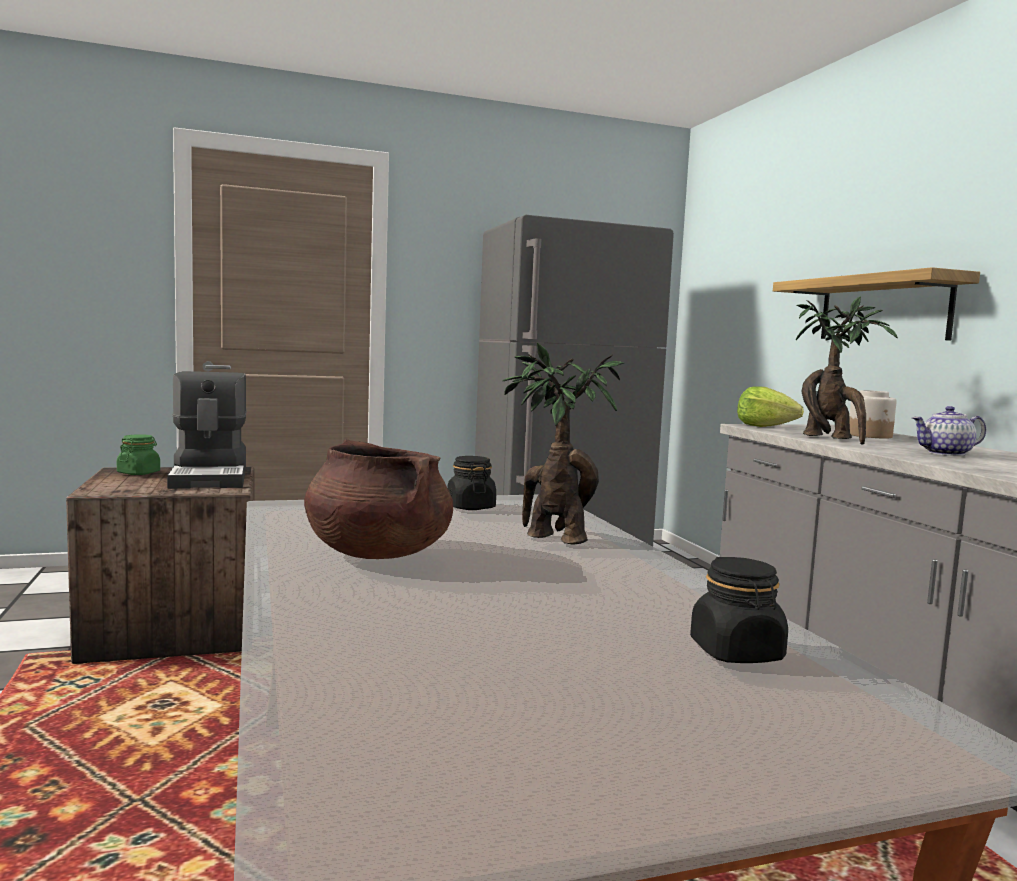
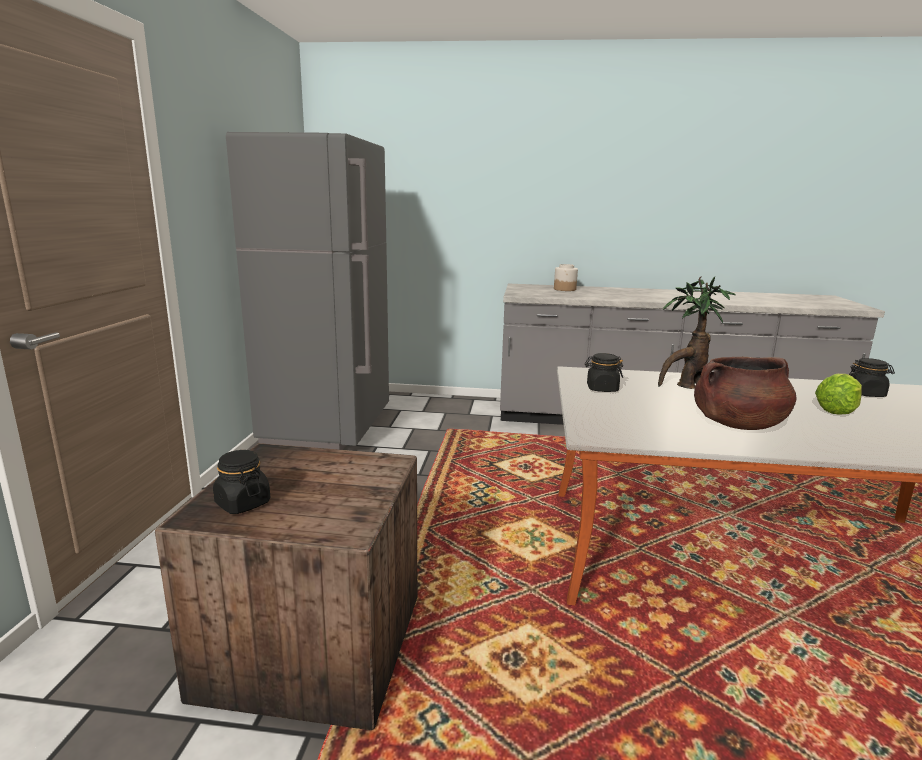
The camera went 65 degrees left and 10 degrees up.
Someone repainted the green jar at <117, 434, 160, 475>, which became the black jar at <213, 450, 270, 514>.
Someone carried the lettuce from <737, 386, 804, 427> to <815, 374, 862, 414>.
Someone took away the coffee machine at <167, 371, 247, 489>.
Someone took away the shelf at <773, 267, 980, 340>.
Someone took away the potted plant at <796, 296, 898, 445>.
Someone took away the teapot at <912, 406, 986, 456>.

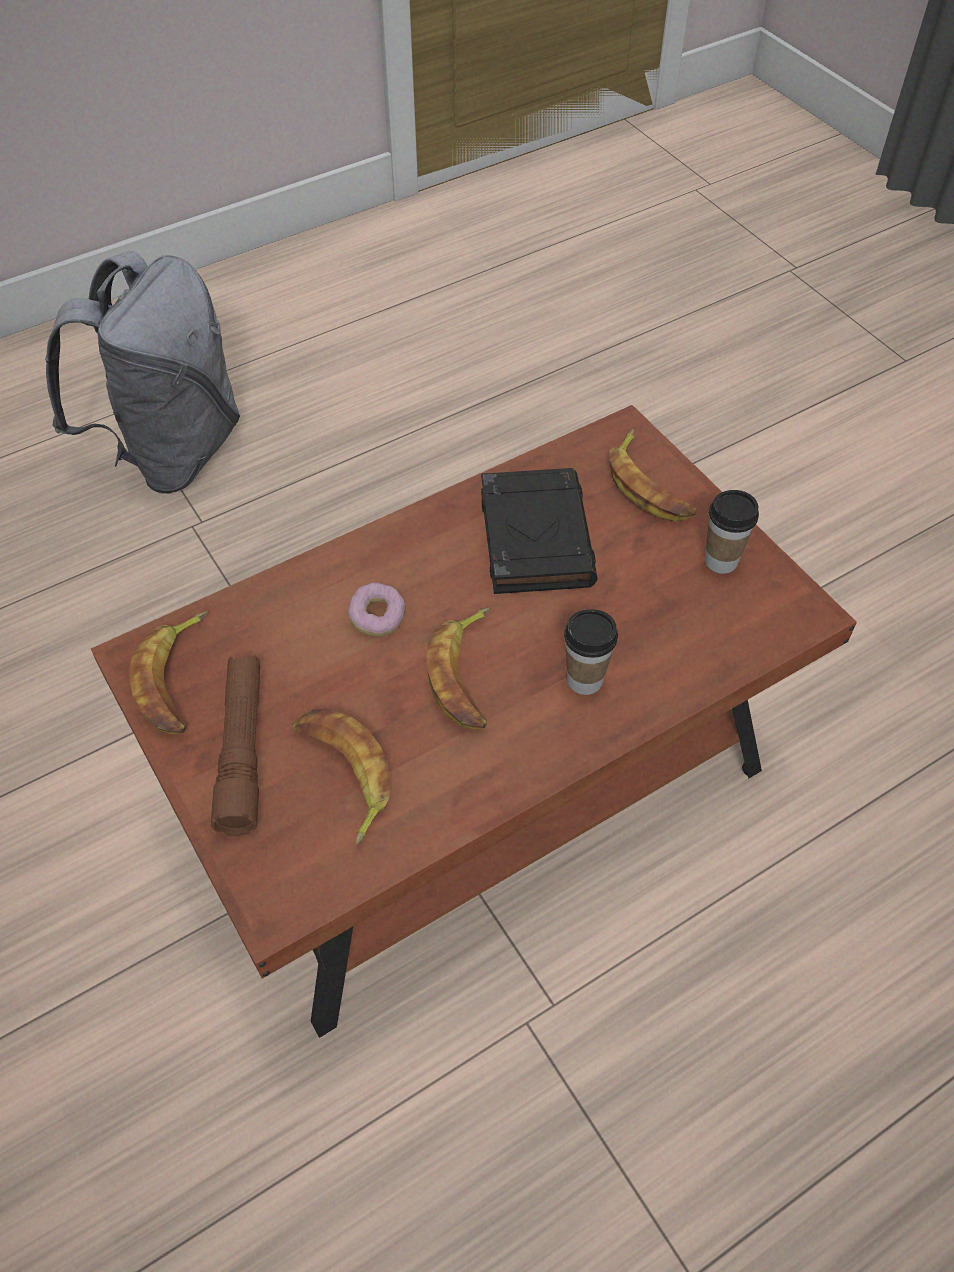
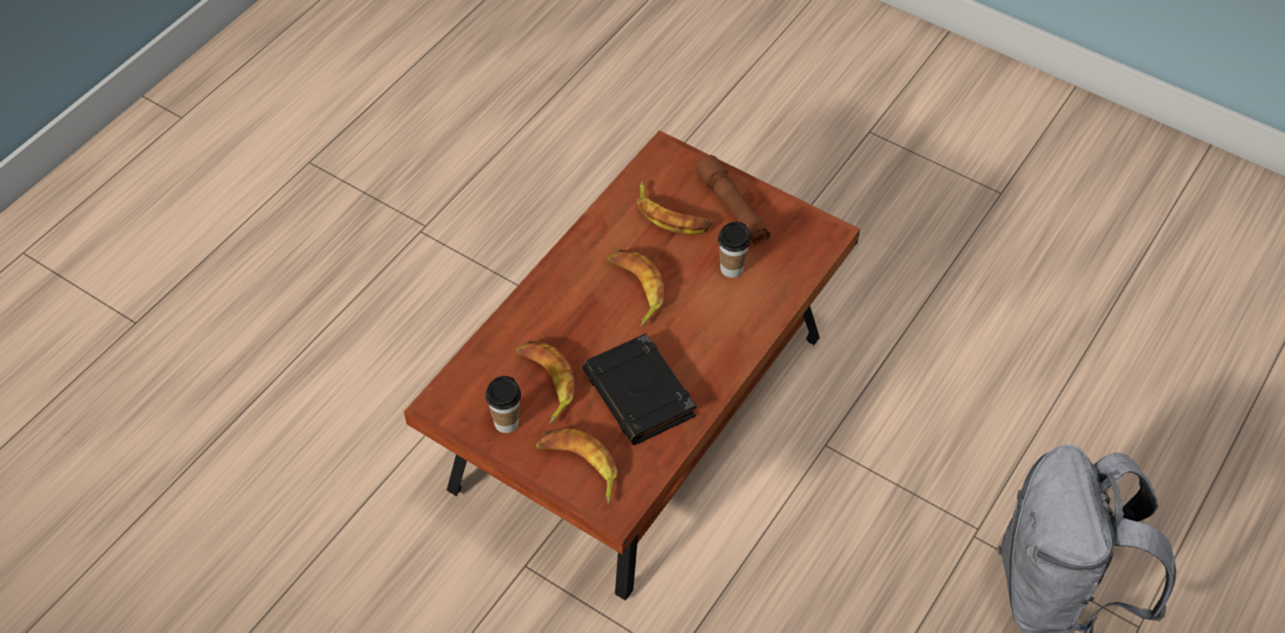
The camera went 155 degrees right and 0 degrees up.
Someone carried the banana from <129, 611, 208, 734> to <516, 341, 574, 424>.
Someone carried the cup from <564, 609, 618, 695> to <718, 222, 751, 278>.
Someone took away the donut at <348, 583, 405, 637>.

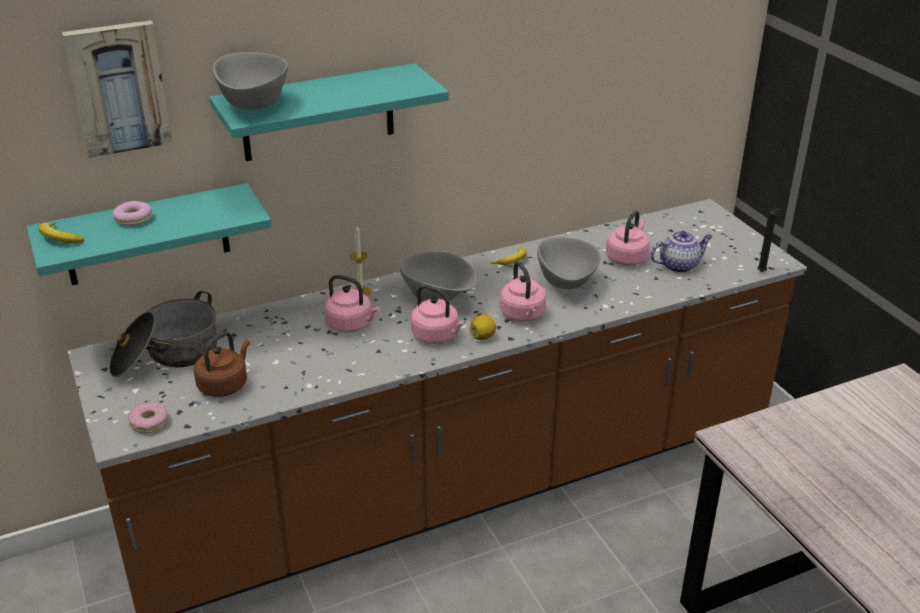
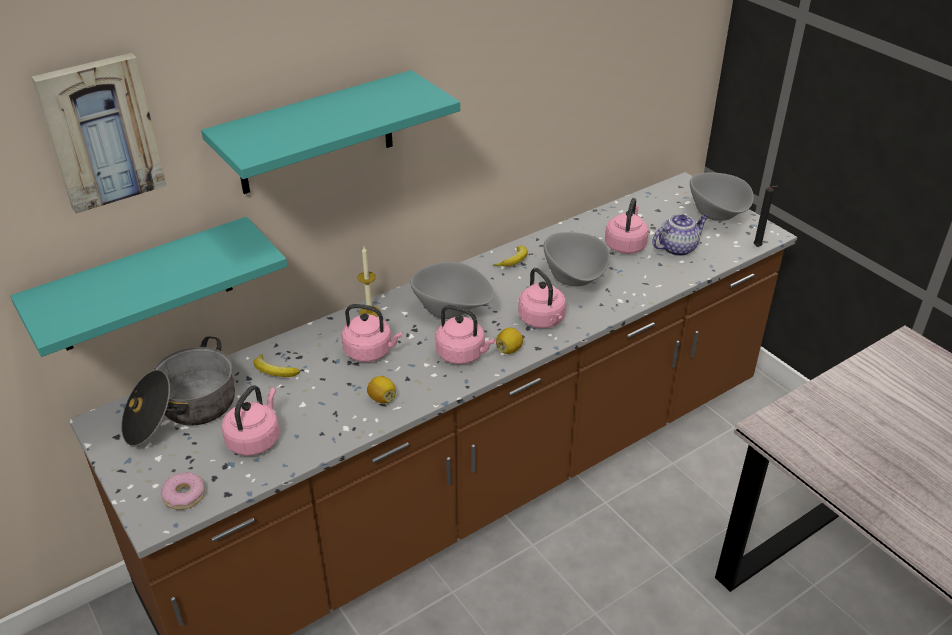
The camera went 10 degrees left and 5 degrees up.
Someone repainted the brown kettle at <194, 331, 250, 397>, which became the pink kettle at <222, 385, 279, 456>.
Someone carried the banana from <39, 222, 84, 244> to <254, 354, 300, 377>.
Someone put down the lemon at <367, 376, 396, 403>.
Someone carried the grey bowl from <213, 52, 288, 110> to <690, 173, 754, 221>.
Someone took away the donut at <112, 201, 152, 226>.

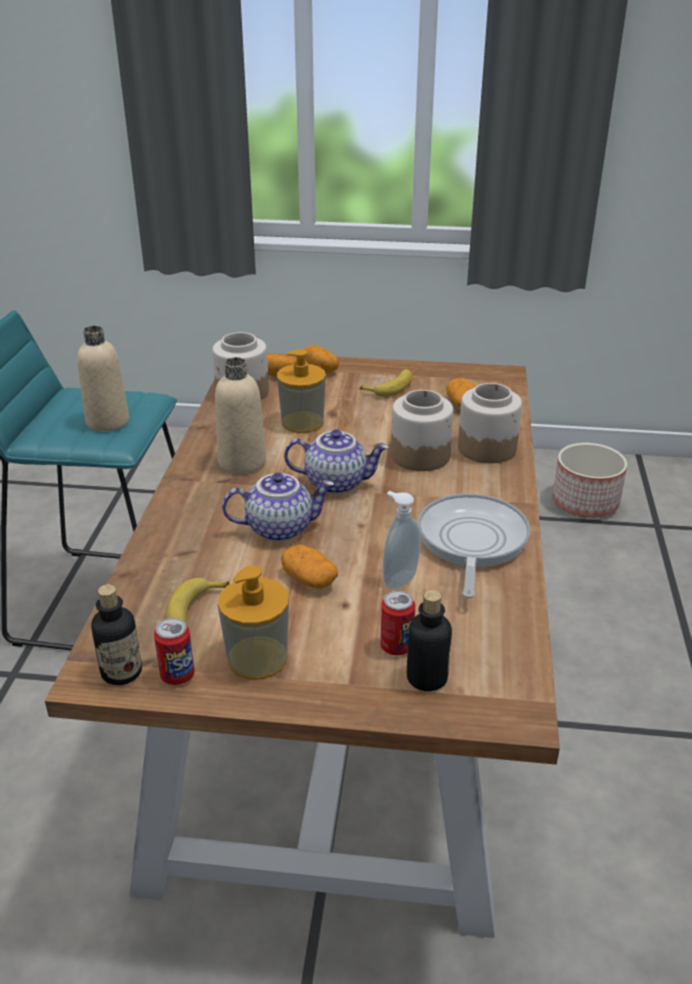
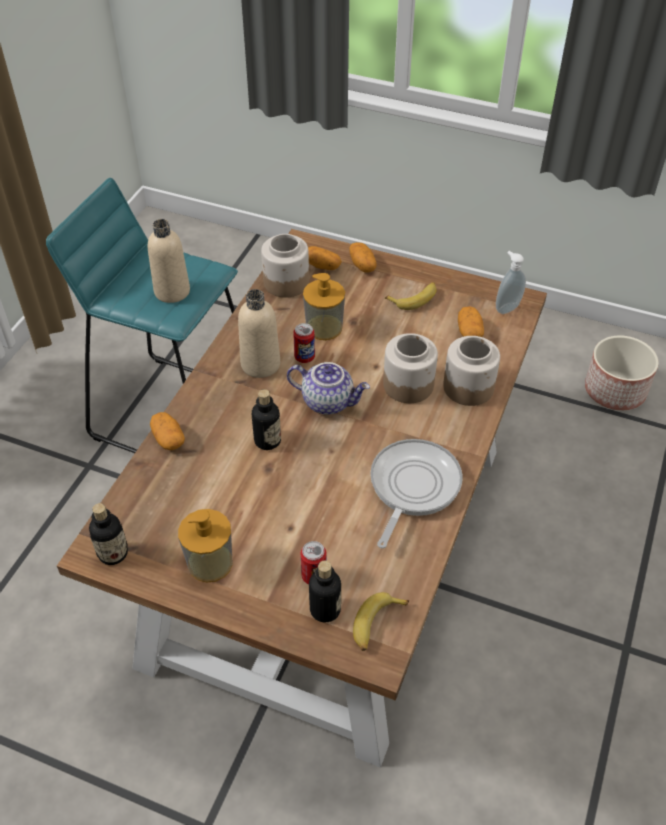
The camera went 15 degrees right and 15 degrees up.
Someone carried the potato from <281, 545, 338, 589> to <150, 412, 185, 450>.
Someone swapped the teapot at <222, 473, 334, 542> for the bottle at <252, 389, 281, 450>.
Someone carried the can from <154, 618, 194, 685> to <293, 323, 315, 363>.
Someone carried the banana from <166, 578, 229, 623> to <353, 592, 409, 651>.
Someone carried the soap dispenser from <383, 491, 421, 590> to <496, 251, 526, 314>.

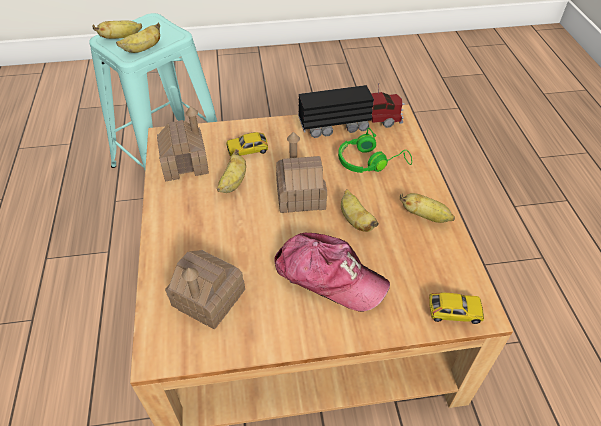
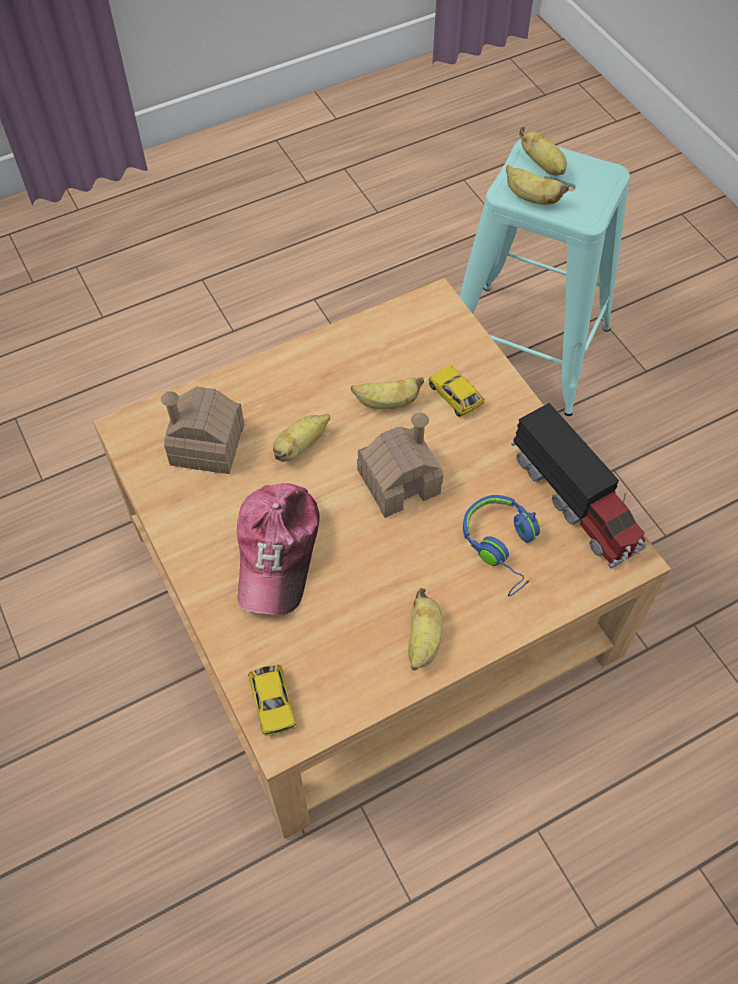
The camera went 70 degrees right and 10 degrees up.
Someone carried the banana from <341, 189, 379, 232> to <273, 414, 330, 462>.
Someone repainted the green headphones at <338, 127, 412, 173>, which became the blue headphones at <463, 495, 540, 596>.
Someone took away the toy house at <157, 106, 209, 181>.

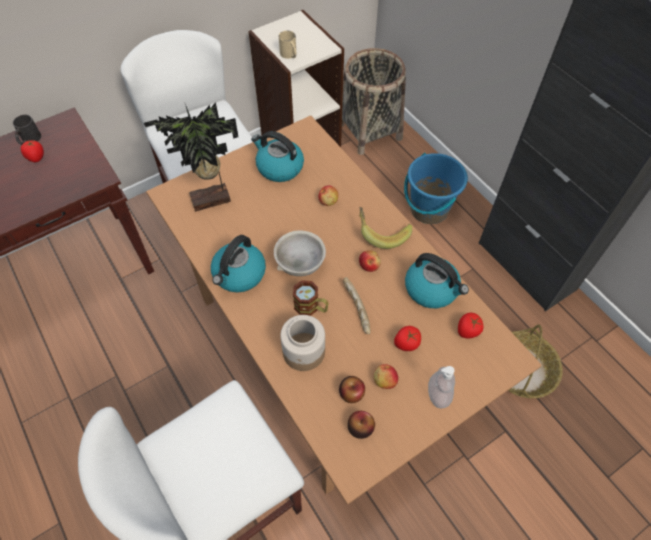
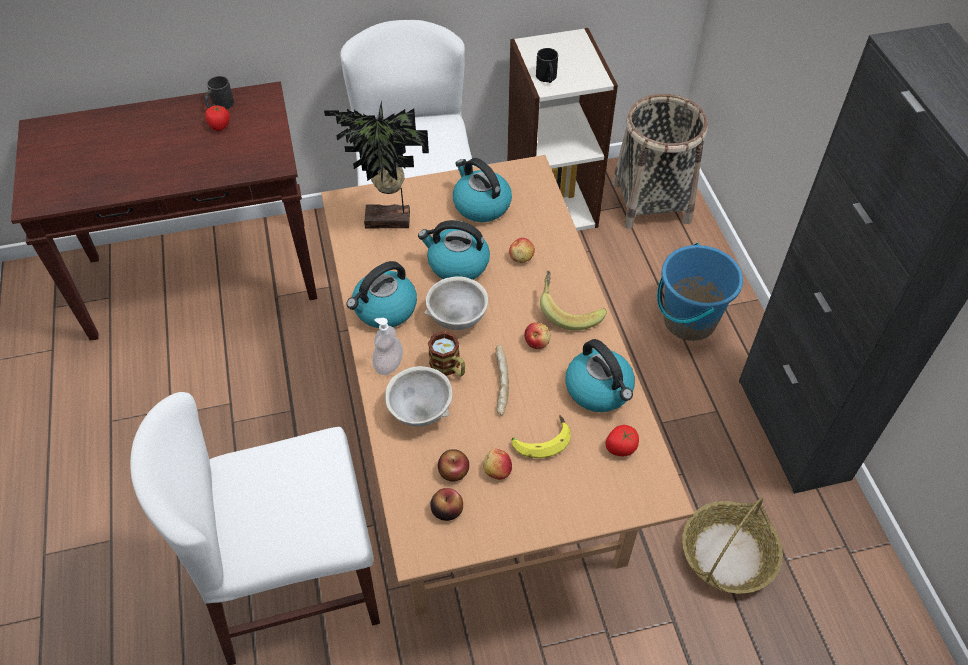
The camera went 20 degrees right and 5 degrees down.
Someone carried the soap dispenser from <428, 366, 455, 409> to <372, 318, 403, 375>.
Someone swapped the jar at <280, 315, 325, 371> for the grey bowl at <385, 366, 452, 427>.
Someone put down the kettle at <418, 220, 490, 280>.
Someone swapped the tomato at <394, 326, 421, 351> for the banana at <511, 414, 571, 458>.
Someone repainted the beige mug at <279, 31, 296, 59>, which became the black mug at <536, 48, 558, 83>.

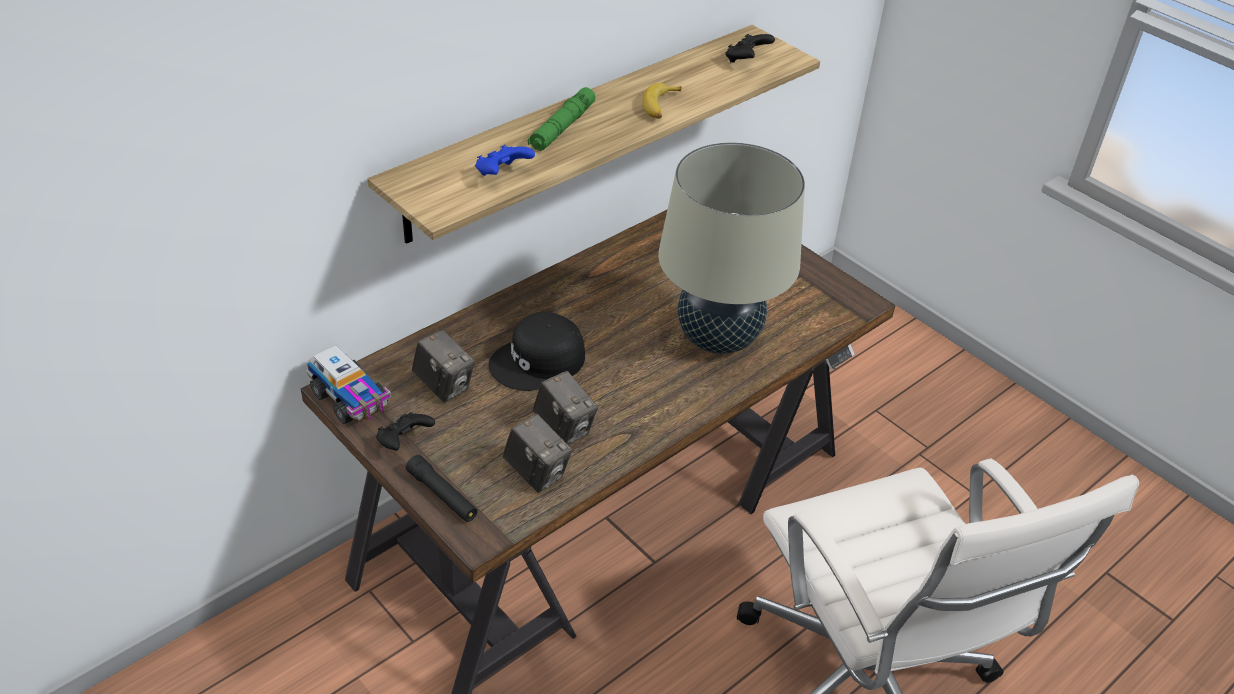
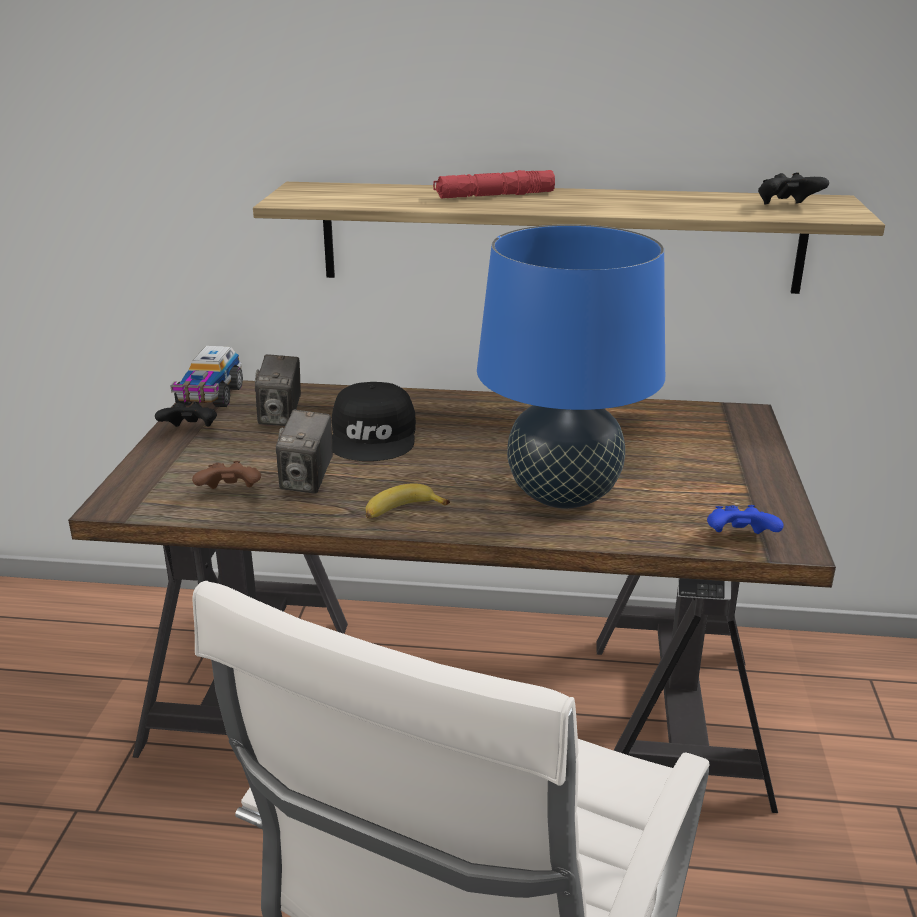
The camera went 50 degrees right and 15 degrees down.
Someone swapped the photo camera at <503, 414, 572, 493> for the brown game controller at <192, 461, 261, 489>.
Someone rotated the black cap at <489, 312, 585, 391> by 105 degrees counterclockwise.
Someone carried the banana from <642, 83, 682, 119> to <366, 483, 450, 518>.
Someone repainted the green flashlight at <528, 87, 596, 151>, which became the red flashlight at <433, 170, 555, 199>.
Someone repainted the beige table lamp at <658, 143, 805, 354>, which became the blue table lamp at <477, 224, 665, 508>.
Someone carried the blue game controller from <475, 145, 535, 176> to <707, 505, 784, 534>.
Someone took away the black flashlight at <406, 455, 478, 522>.

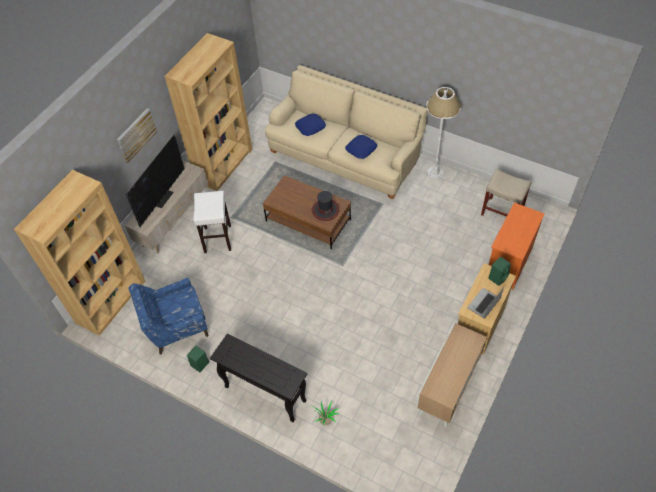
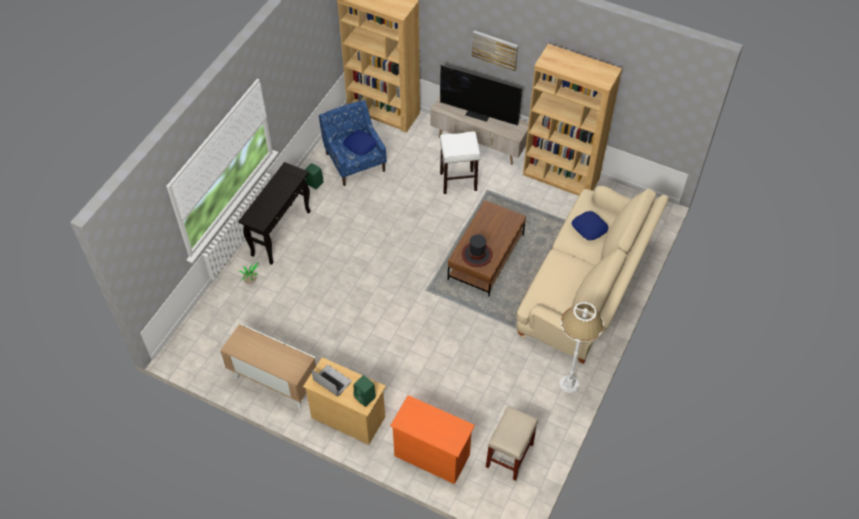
The camera went 85 degrees right and 0 degrees up.
Someone carried the blue pillow from <345, 135, 377, 159> to <343, 130, 377, 156>.

